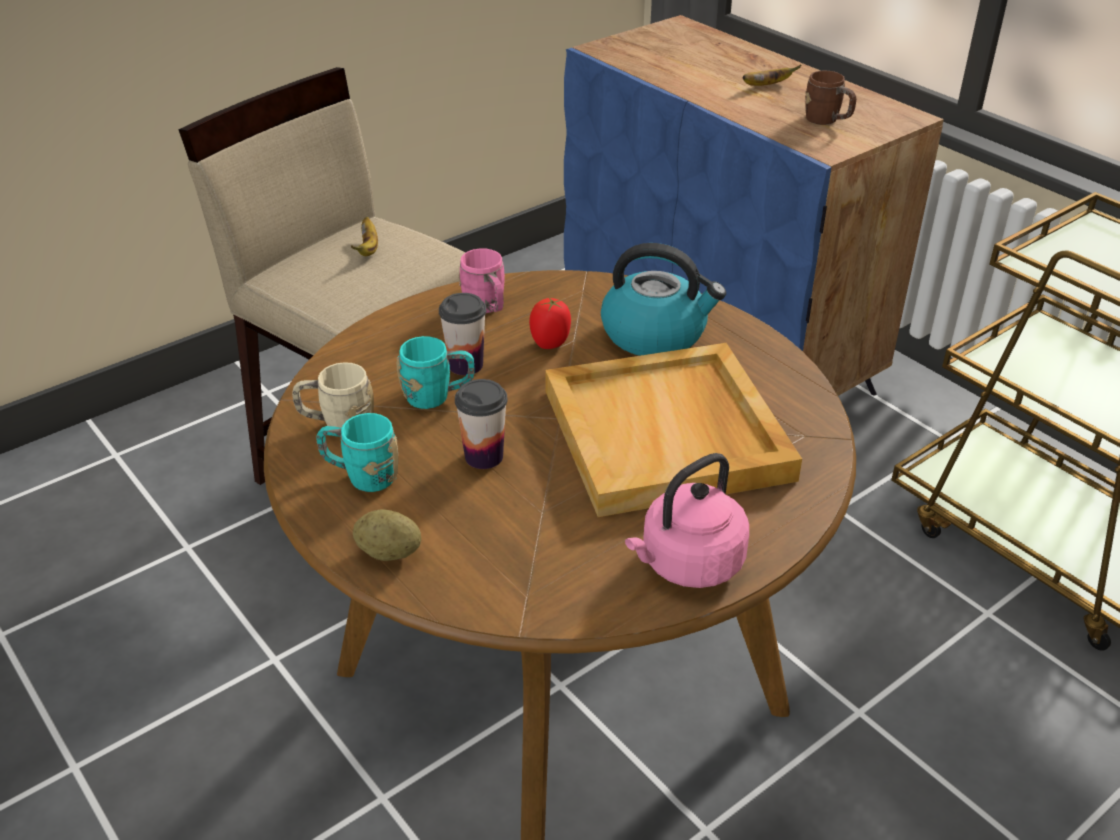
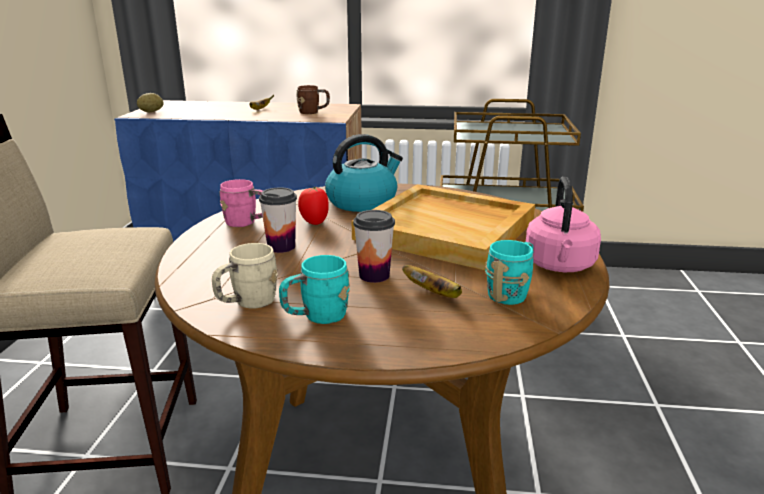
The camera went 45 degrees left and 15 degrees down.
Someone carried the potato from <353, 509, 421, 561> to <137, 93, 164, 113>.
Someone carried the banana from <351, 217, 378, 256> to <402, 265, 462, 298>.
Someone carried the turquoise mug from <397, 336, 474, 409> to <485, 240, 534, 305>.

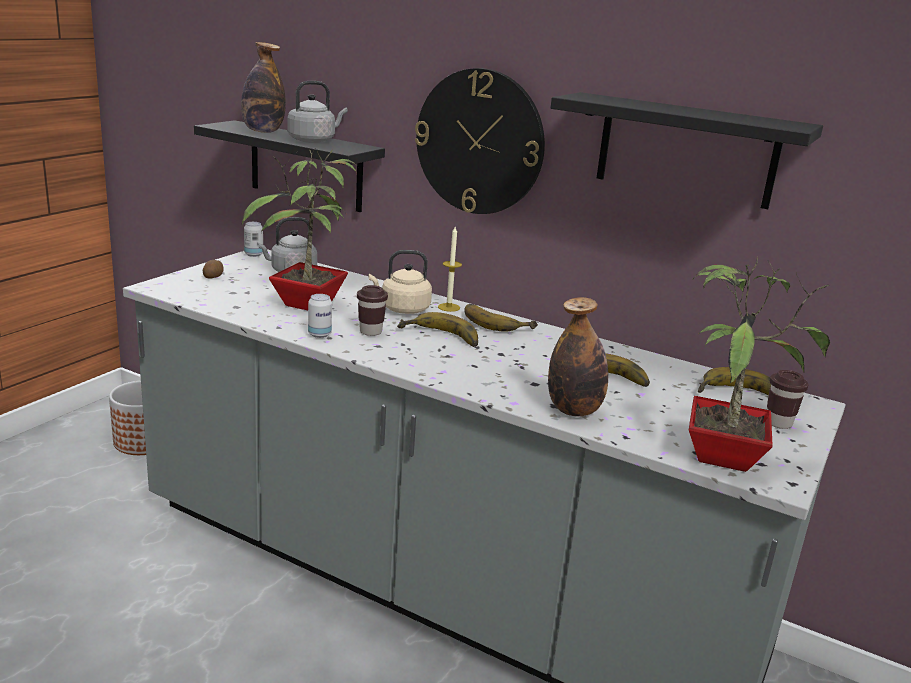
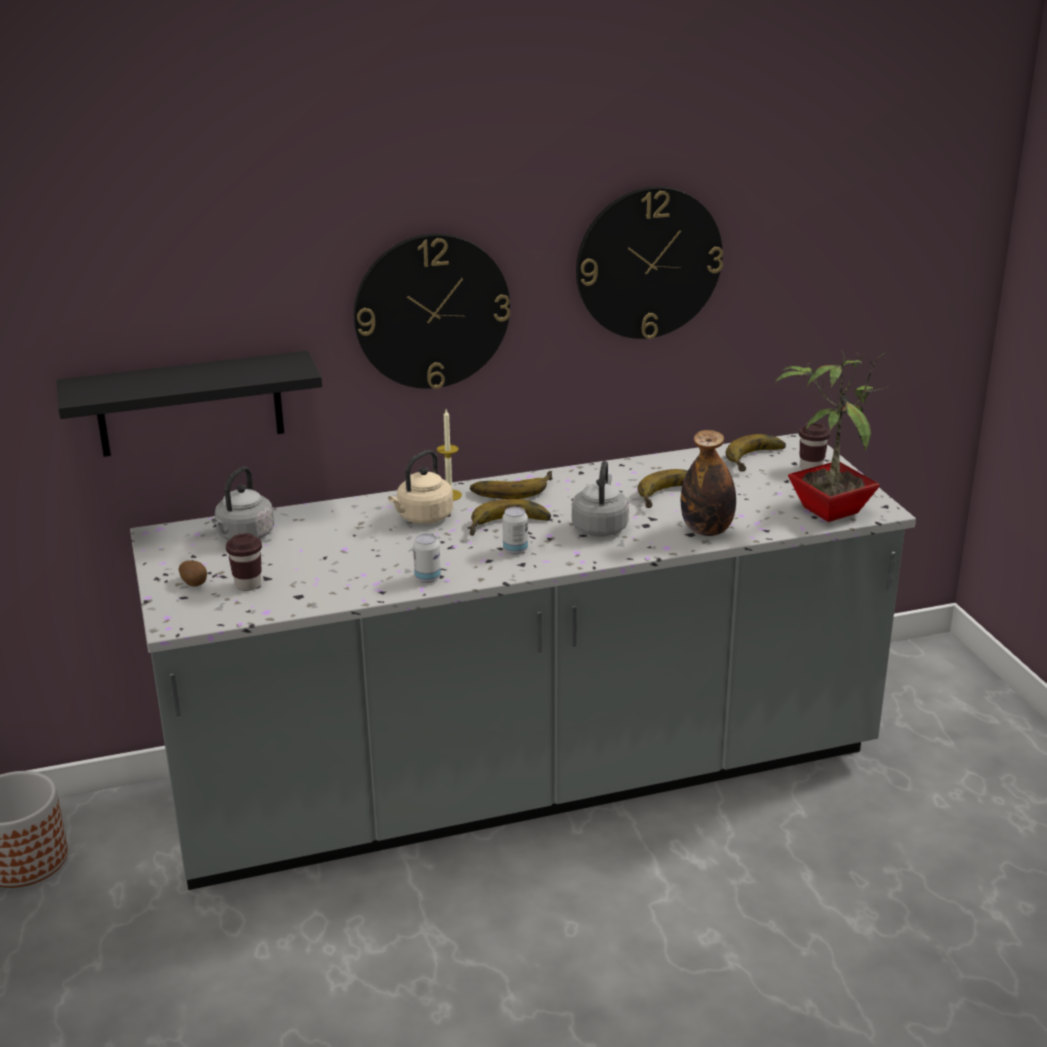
The camera went 45 degrees left and 5 degrees up.
Someone carried the brown cup from <357, 285, 388, 336> to <226, 533, 262, 591>.
Someone carried the can from <244, 222, 263, 257> to <502, 507, 528, 555>.
Someone carried the grey kettle from <288, 81, 348, 143> to <572, 461, 629, 536>.
Someone swapped the black shelf at <551, 92, 823, 209> for the wall clock at <576, 187, 723, 339>.
Someone took away the bottle at <241, 42, 286, 133>.
Someone took away the potted plant at <242, 149, 358, 310>.

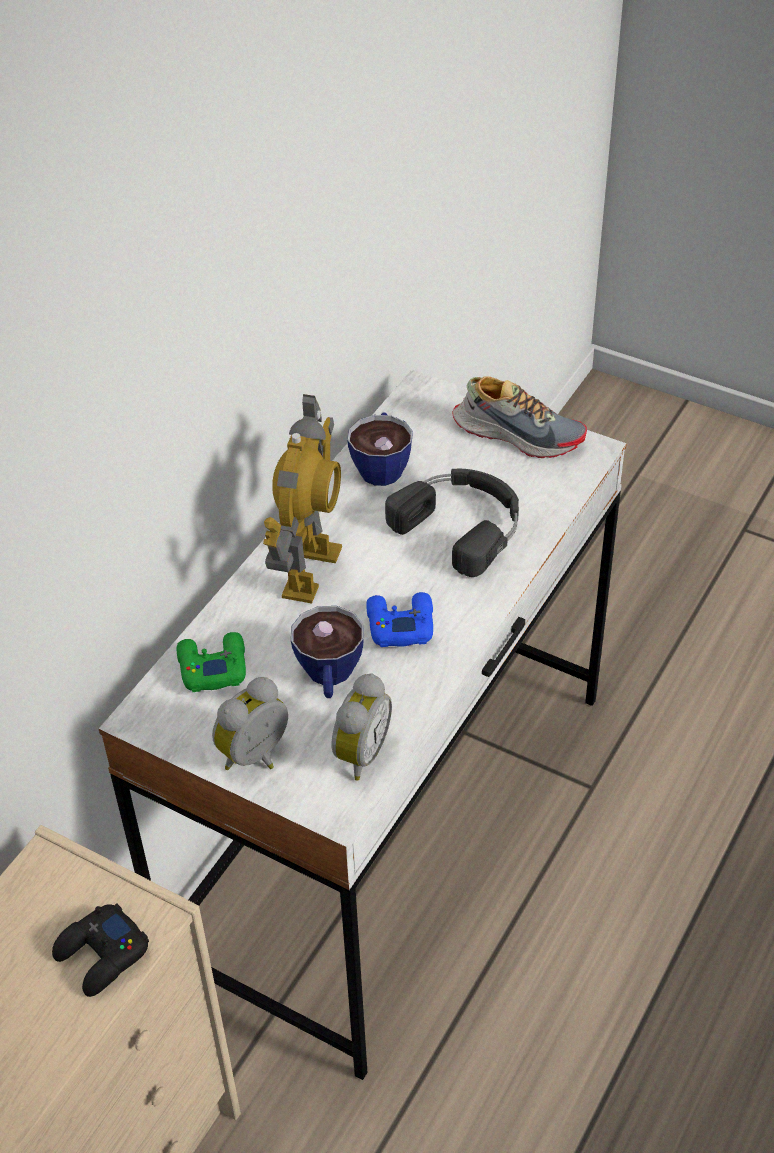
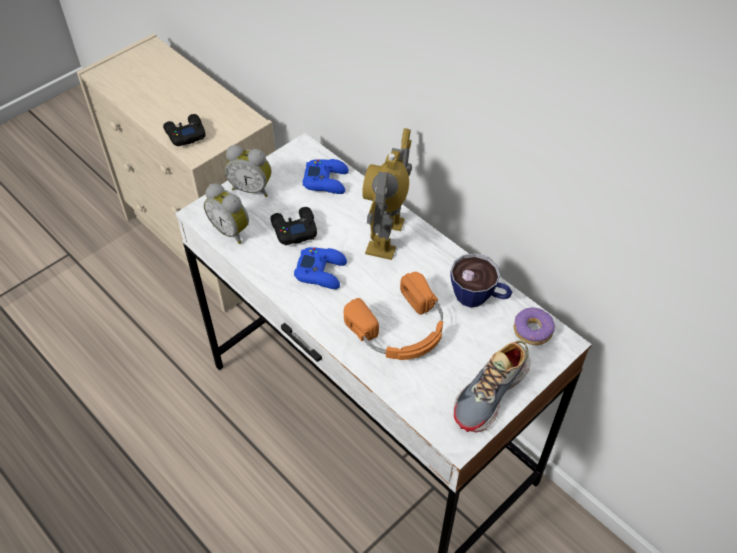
The camera went 105 degrees right and 5 degrees up.
Someone rotated the alarm clock at <212, 677, 288, 770> by 135 degrees clockwise.
Someone swapped the cup at <291, 606, 364, 698> for the black game controller at <270, 207, 317, 246>.
Someone repainted the green game controller at <177, 632, 246, 692>, which became the blue game controller at <303, 159, 349, 194>.
Someone repainted the black headphones at <385, 469, 519, 577>, which became the orange headphones at <344, 272, 443, 360>.
Someone rotated the toy robot at <263, 394, 342, 603> by 75 degrees clockwise.
Someone put down the donut at <514, 308, 555, 345>.

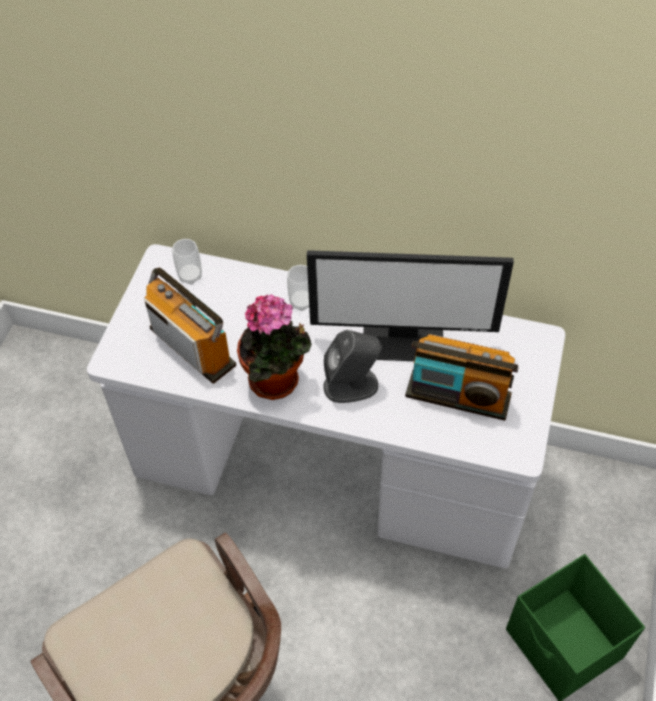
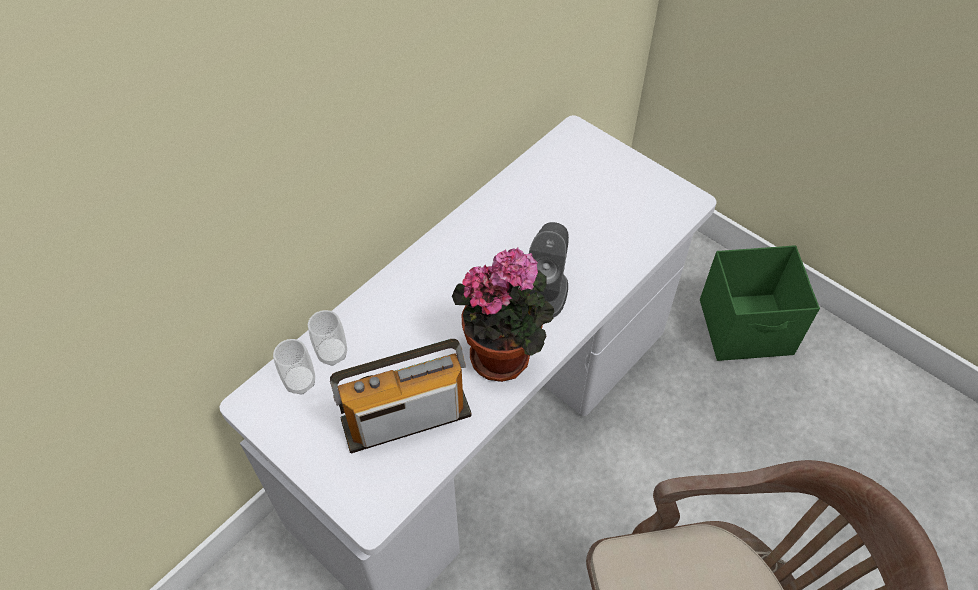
The camera went 65 degrees left and 0 degrees up.
Someone carried the cup from <287, 265, 309, 311> to <308, 310, 347, 366>.
Someone took away the monitor at <307, 250, 514, 361>.
Someone took away the radio at <405, 334, 519, 421>.

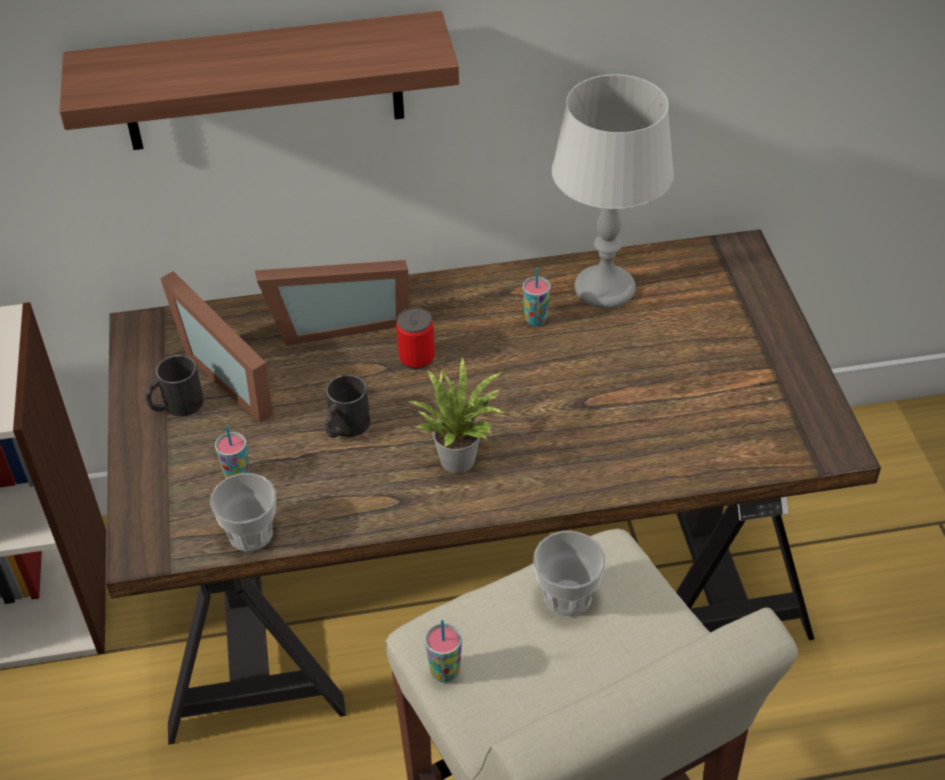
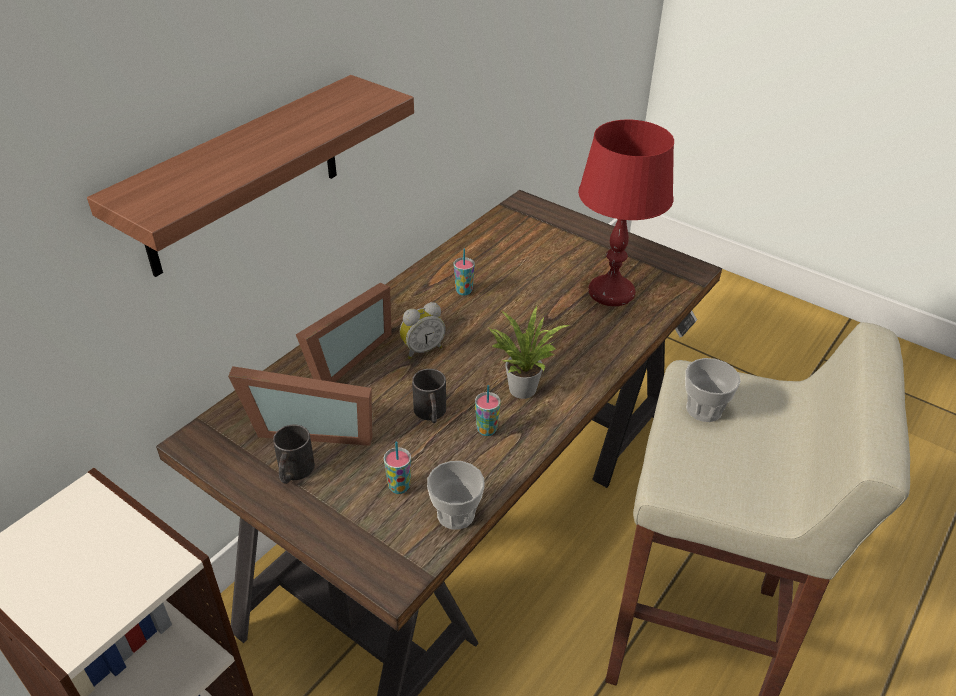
The camera went 45 degrees left and 5 degrees down.
Someone swapped the can at <396, 307, 435, 369> for the alarm clock at <400, 302, 446, 359>.
Someone carried the cup from <425, 620, 462, 683> to <475, 385, 500, 436>.
Someone put down the red table lamp at <578, 120, 674, 306>.
Someone took away the grey table lamp at <552, 74, 674, 309>.

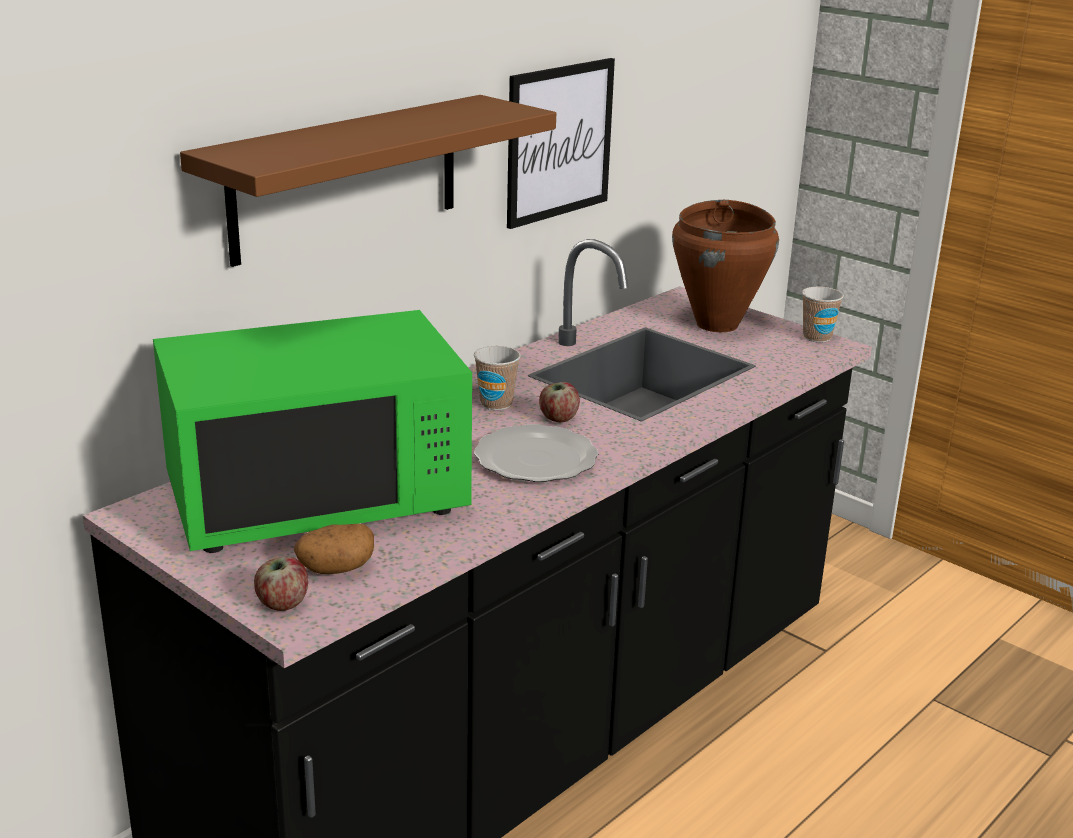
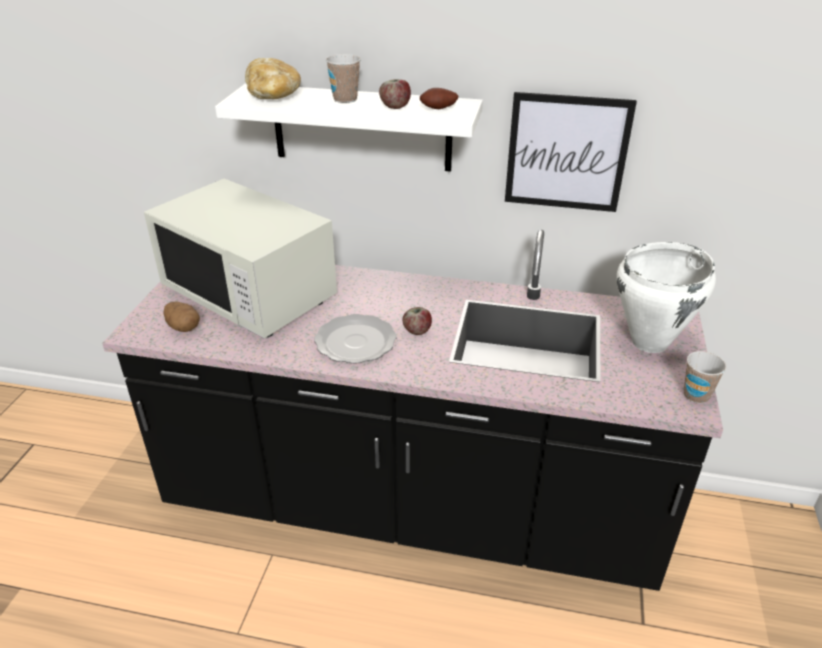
The camera went 60 degrees right and 10 degrees up.
Someone repainted the green microwave at <153, 310, 472, 553>, which became the white microwave at <144, 179, 337, 338>.
Someone repainted the brown shelf at <180, 95, 556, 267>, which became the white shelf at <215, 83, 483, 172>.
Someone put down the bread at <245, 58, 301, 99>.
Someone carried the cup from <474, 346, 521, 410> to <326, 54, 361, 103>.
Someone carried the apple from <254, 557, 308, 611> to <379, 79, 411, 109>.
Someone put down the potato at <420, 88, 458, 109>.
Someone repainted the brown cooking pot at <672, 200, 779, 332>, which became the white cooking pot at <617, 242, 716, 353>.

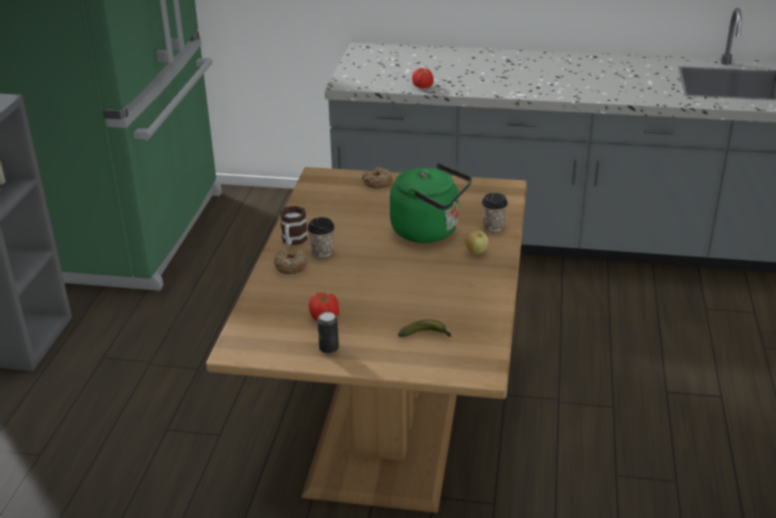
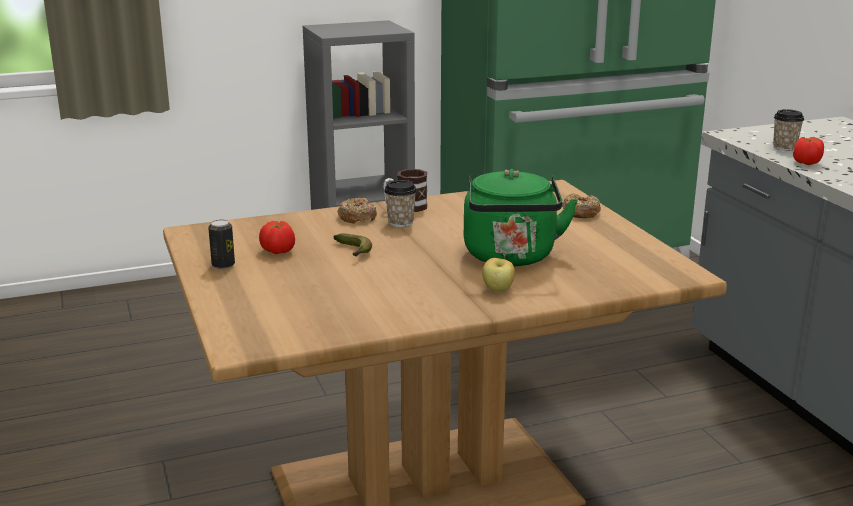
The camera went 60 degrees right and 10 degrees down.
Someone carried the banana from <398, 319, 452, 337> to <334, 233, 372, 257>.
Someone carried the cup from <482, 193, 508, 232> to <773, 109, 804, 151>.

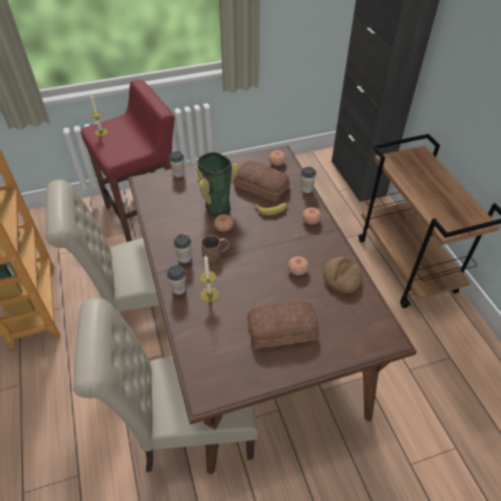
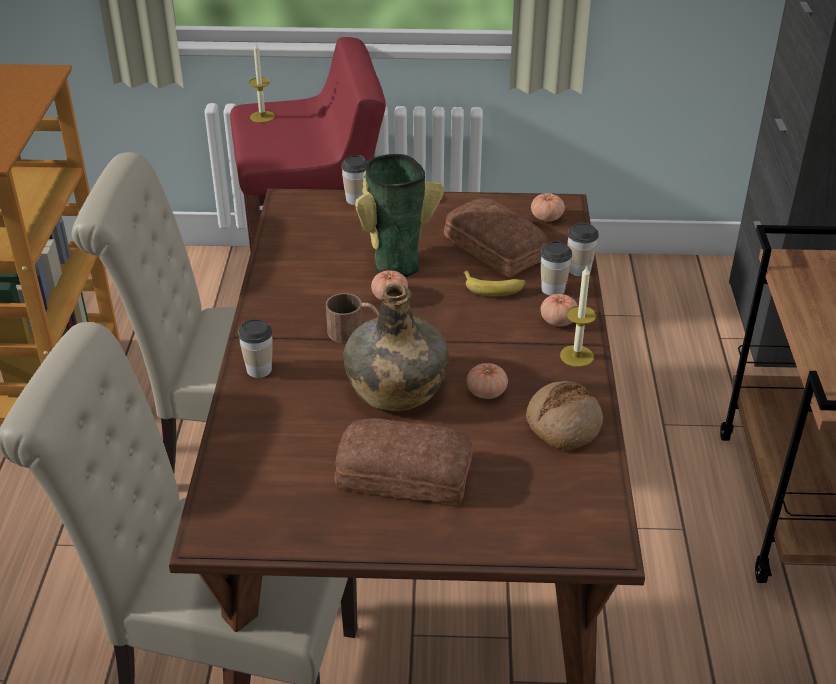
The camera went 20 degrees right and 10 degrees down.
Someone put down the green bottle at <343, 284, 449, 411>.
Someone carried the cup from <174, 234, 192, 263> to <540, 240, 572, 296>.
Someone carried the candle from <199, 255, 219, 302> to <560, 266, 596, 367>.

